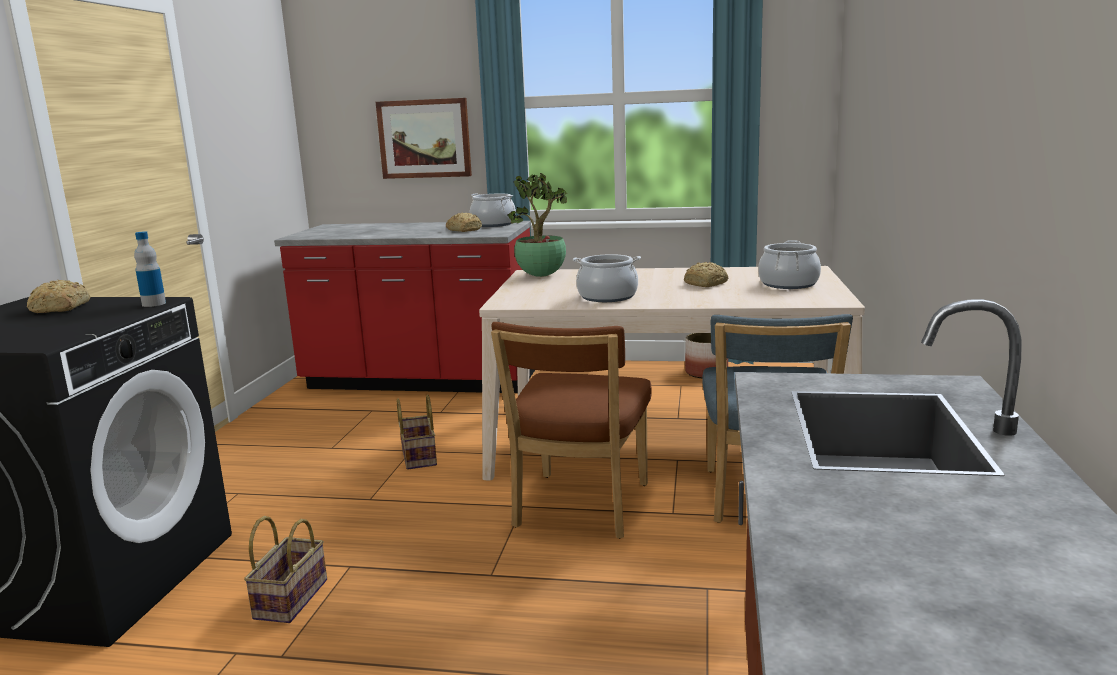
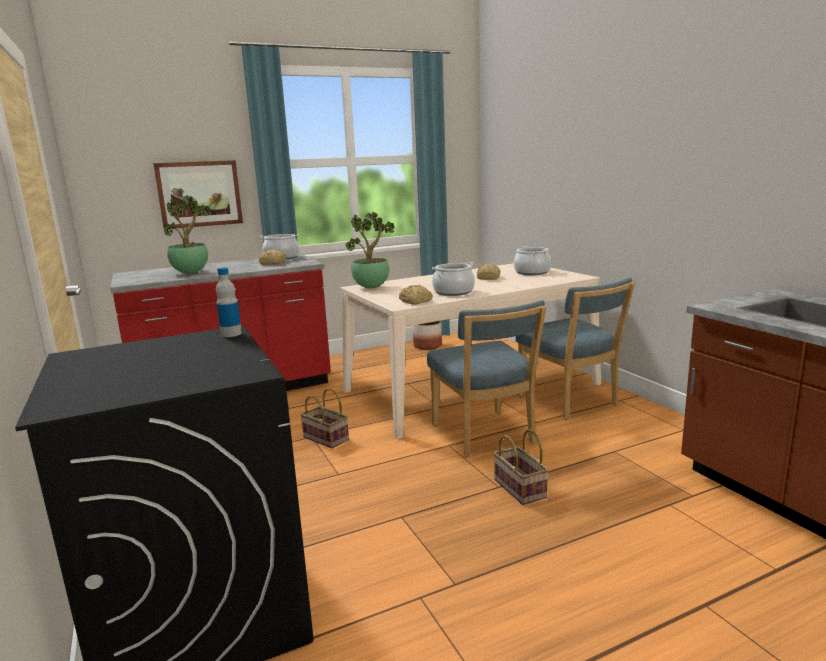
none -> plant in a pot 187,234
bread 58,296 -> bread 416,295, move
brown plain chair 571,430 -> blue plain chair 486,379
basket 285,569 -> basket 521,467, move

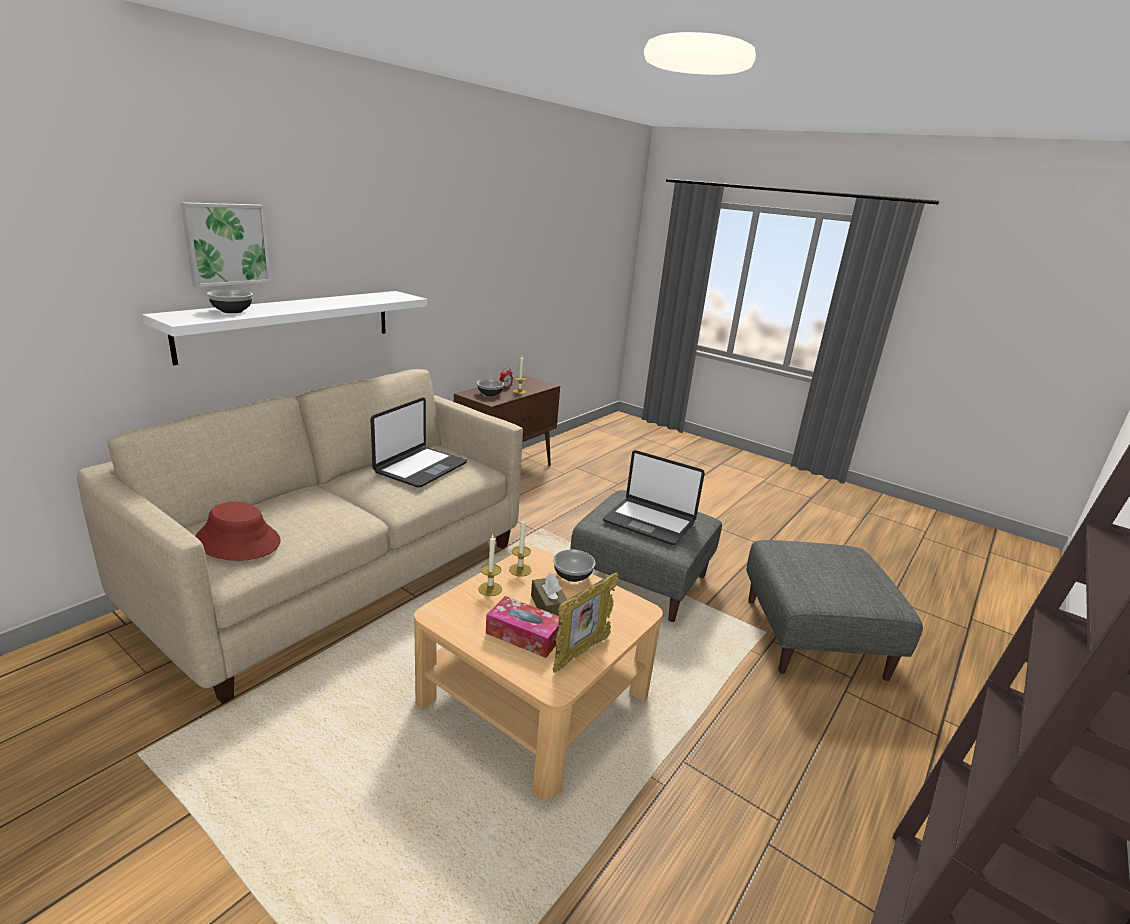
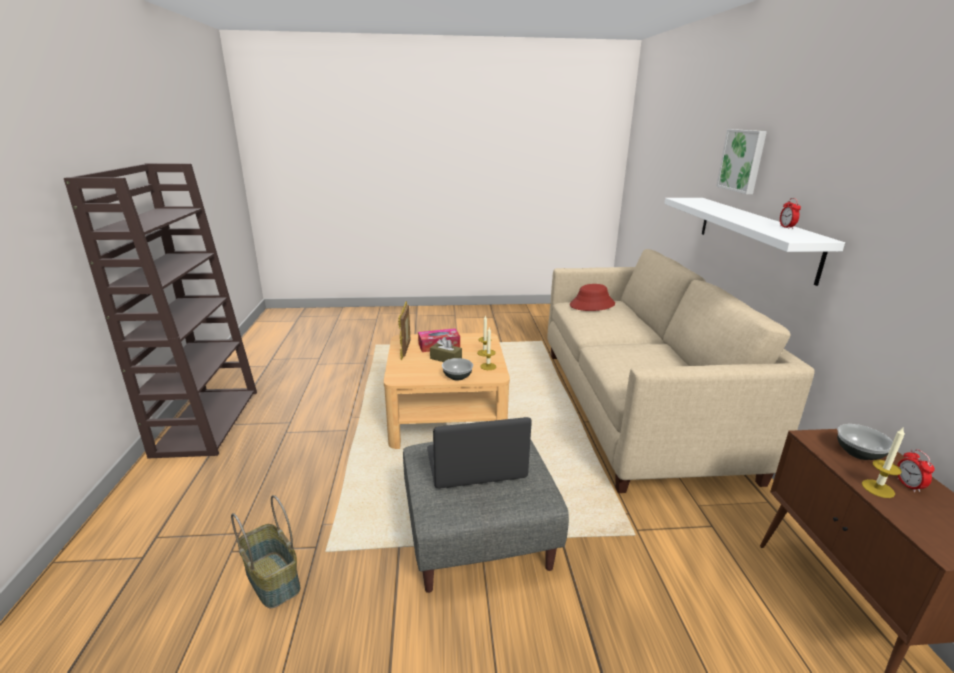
gray ottoman 834,610 -> basket 266,551
none -> table clock 790,213
serving bowl 230,301 -> none
notebook computer 418,442 -> none

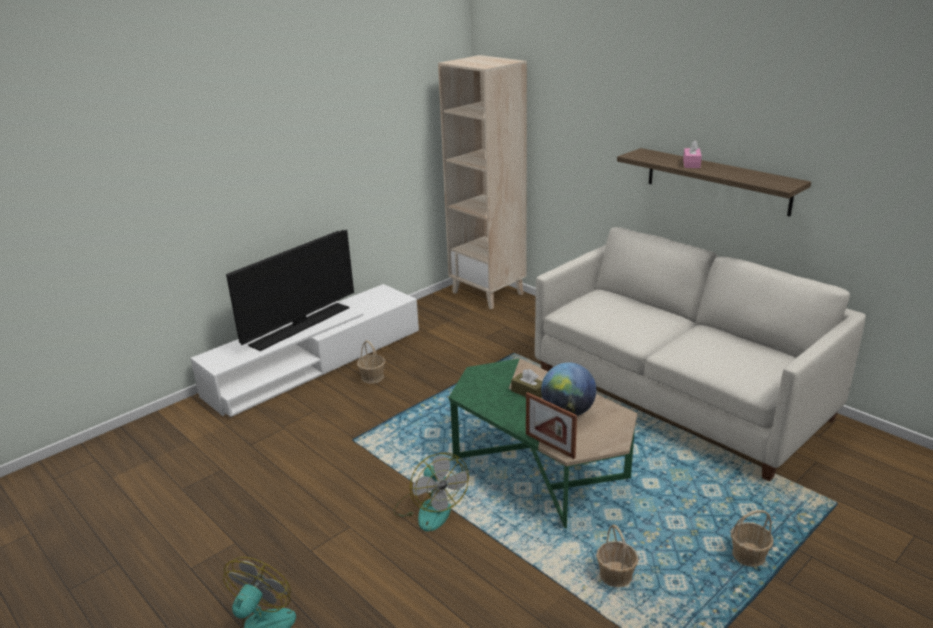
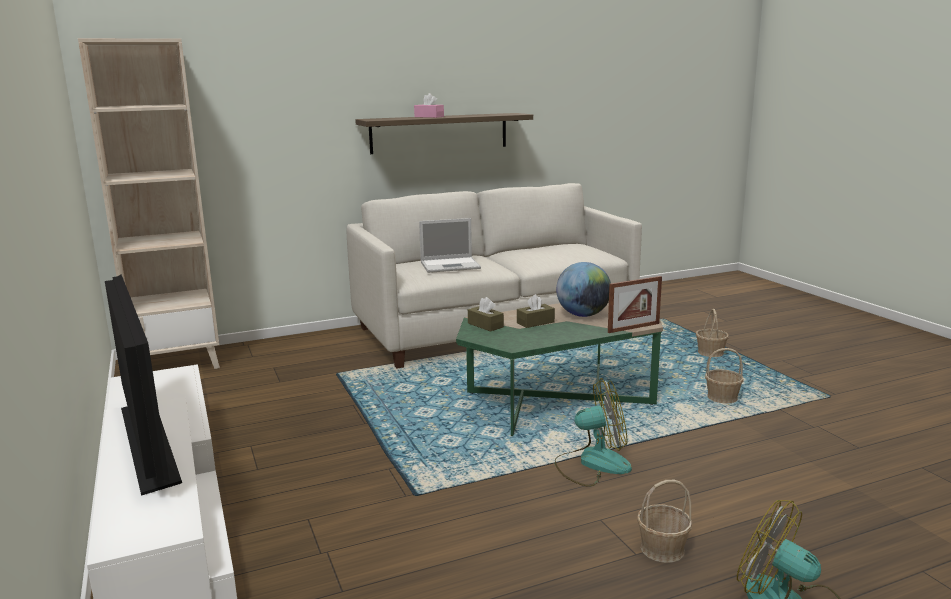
none -> notebook computer 450,245
none -> brown tissue holder 486,314
basket 371,362 -> basket 664,521, move

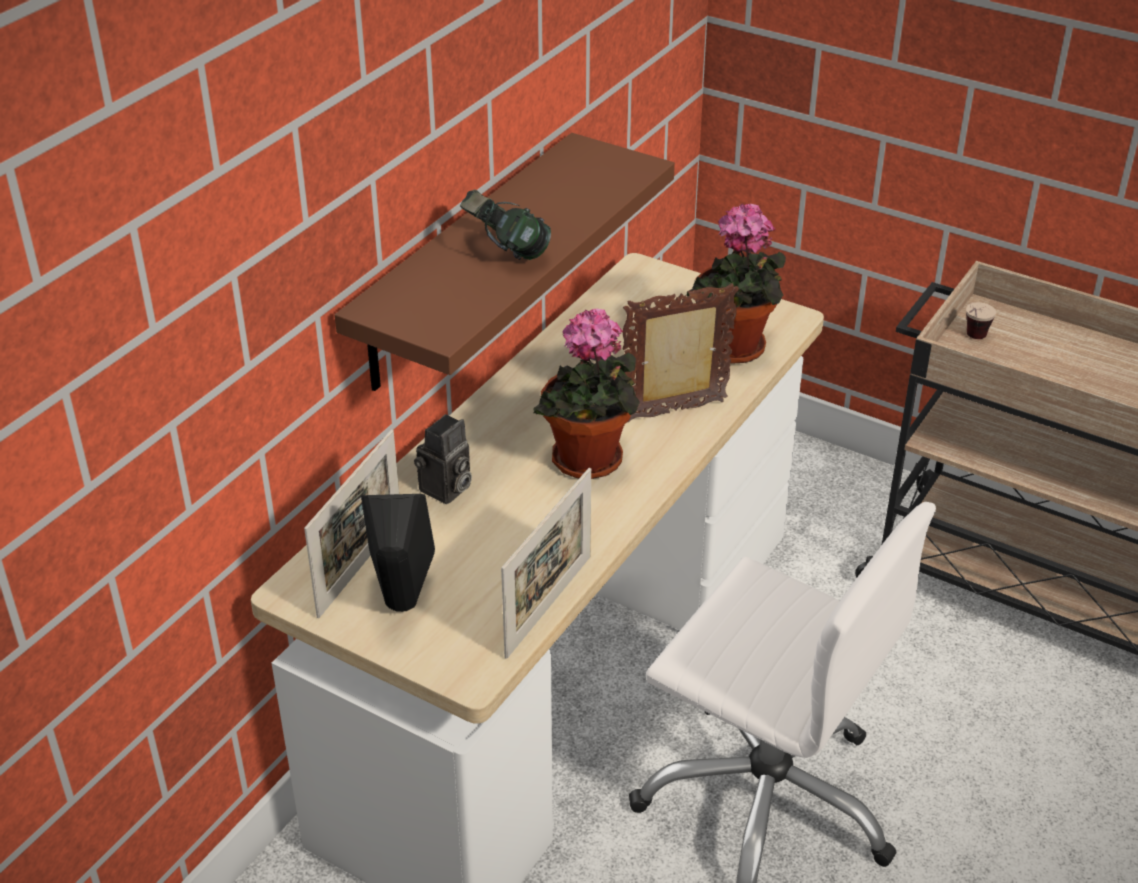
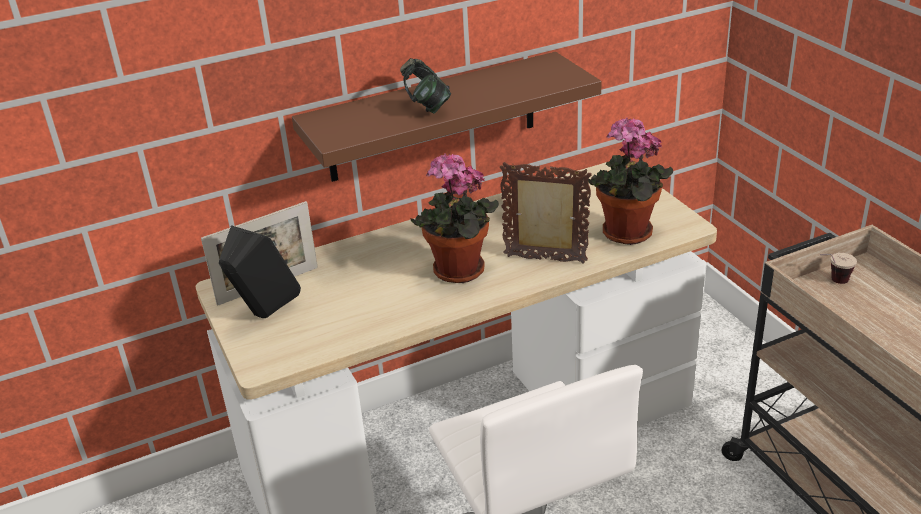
still camera 443,459 -> none
standing frame 546,563 -> none

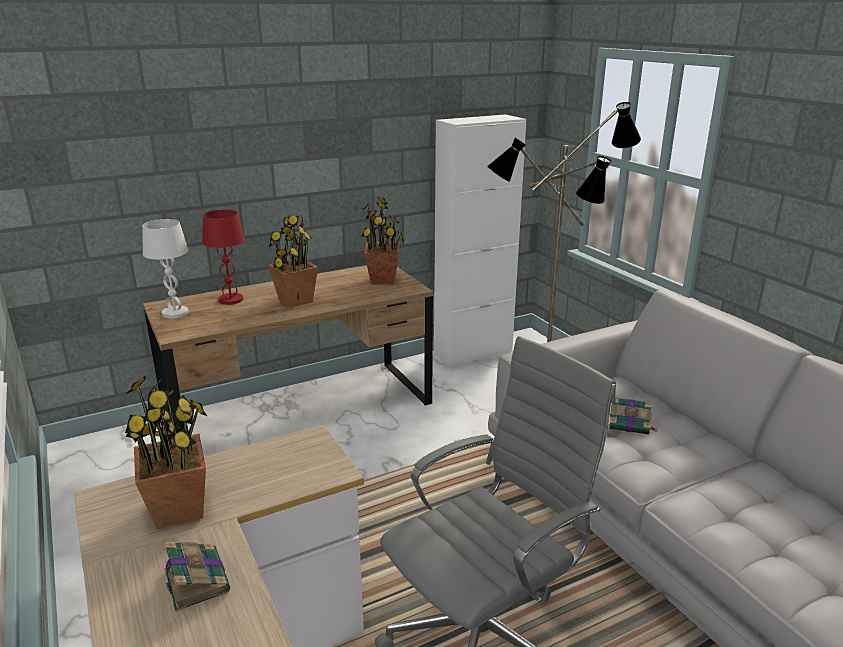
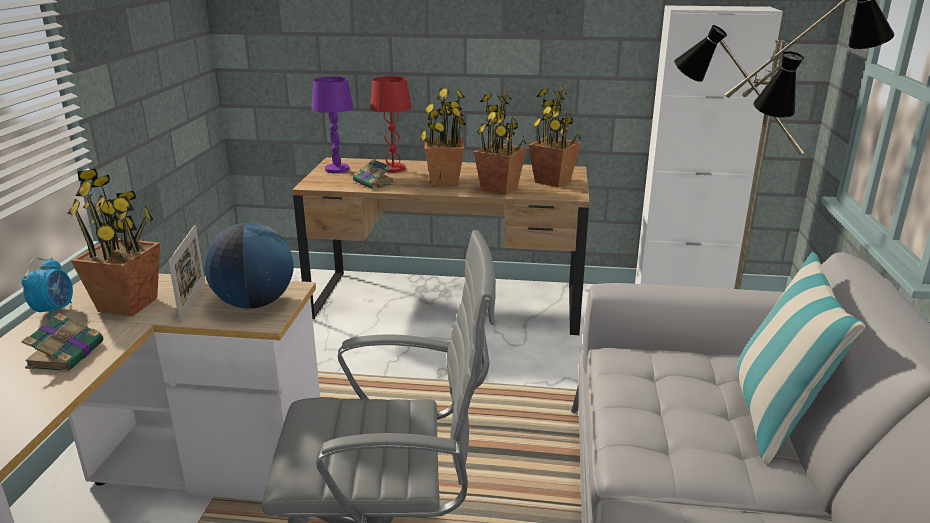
none -> table clock 47,289
none -> standing frame 186,273
none -> globe 249,266
whitish lamp for a table 165,269 -> purple lamp for a table 333,125
bound book 633,416 -> bound book 374,174, move
none -> plant in a pot 500,142
none -> cushion 801,358

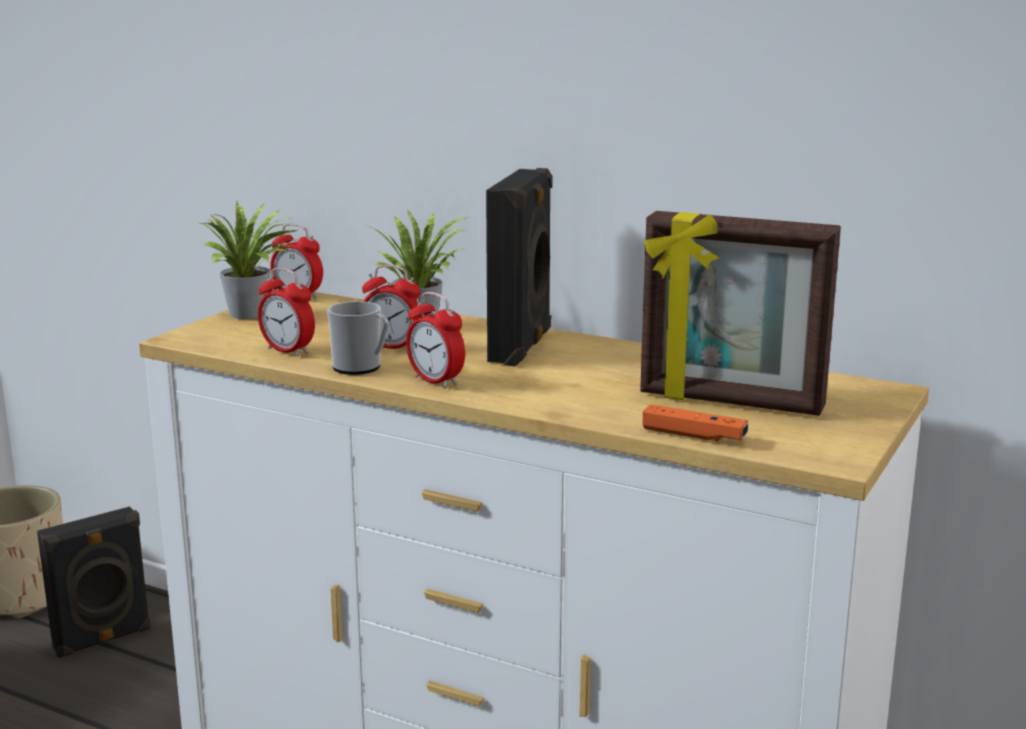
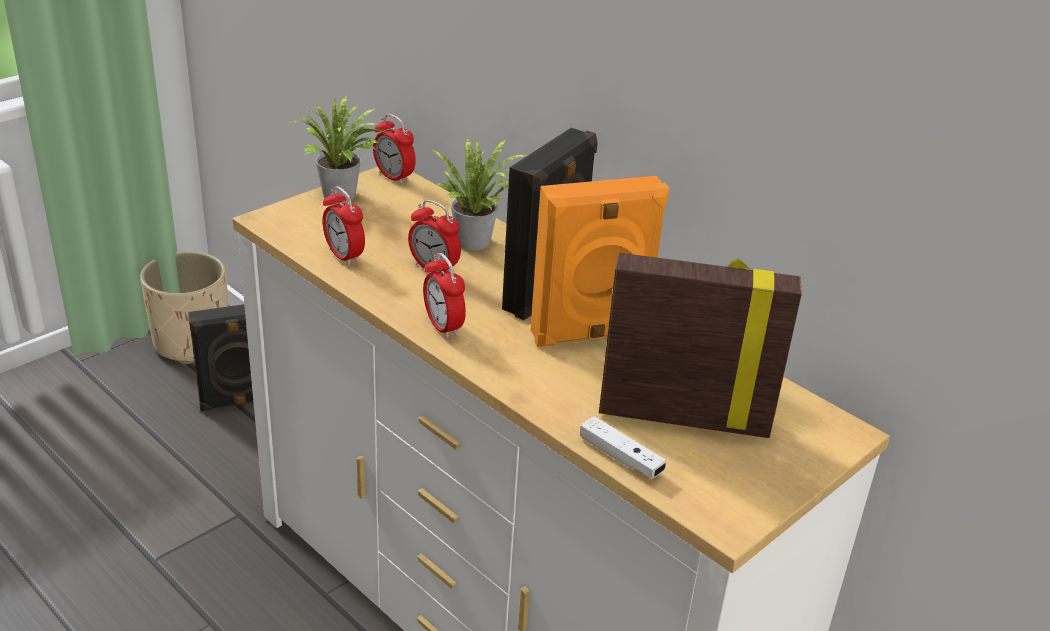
none -> orange-coloured speaker 600,261
orange-coloured game controller 695,423 -> whitish game controller 623,447
standing frame 740,313 -> standing frame 700,345, 150 degrees clockwise
mug 358,338 -> none

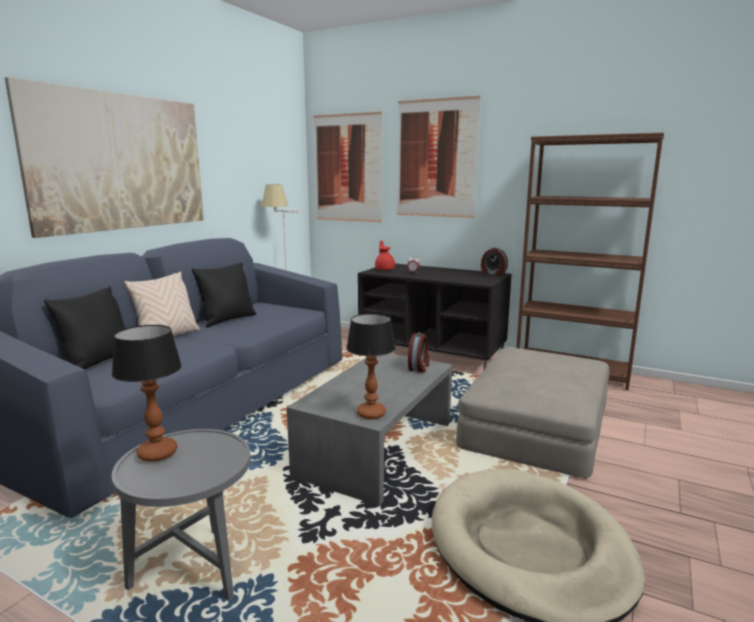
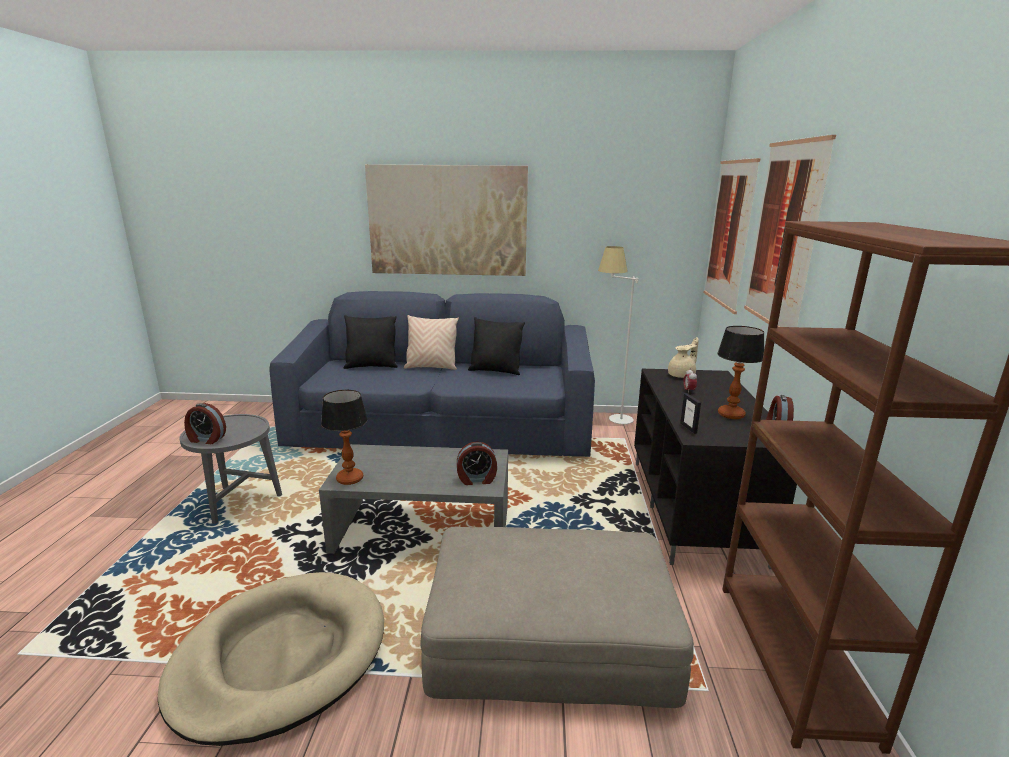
none -> table clock 205,423
reddish pot for tea 385,255 -> beige-coloured pot for tea 683,357
none -> standing frame 690,413
lamp for a table 147,393 -> lamp for a table 740,372, move

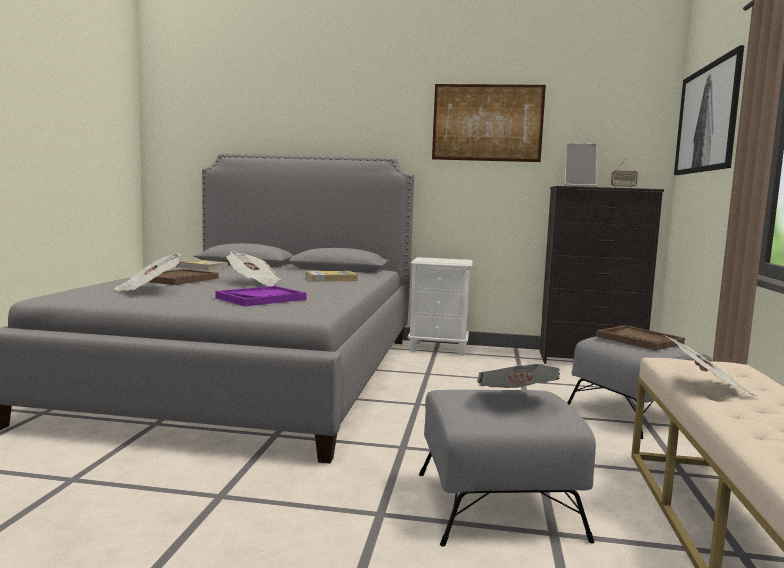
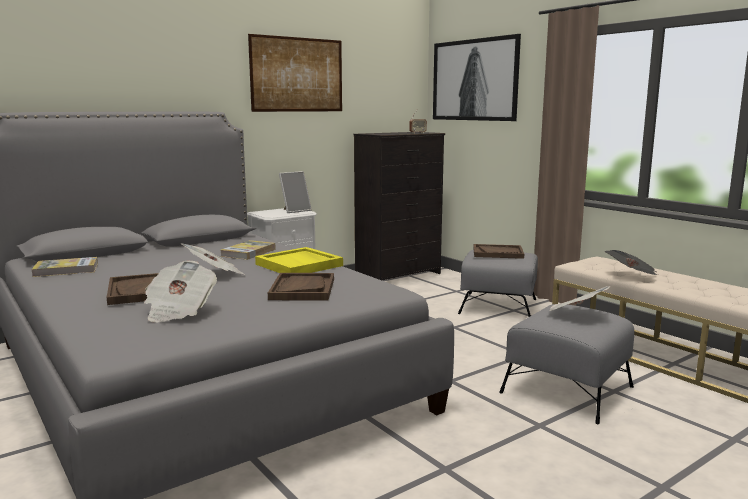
none -> yellow serving tray 299,260
purple serving tray 260,296 -> brown serving tray 301,287
standing frame 580,165 -> standing frame 295,192, move

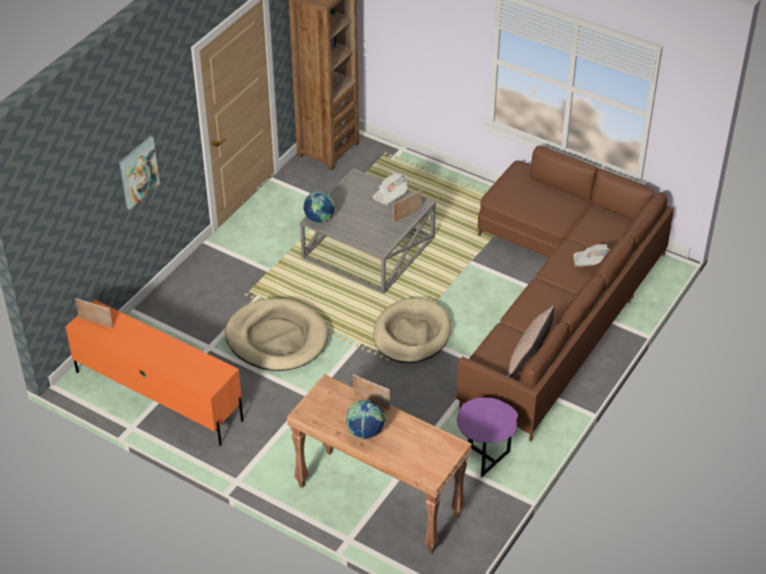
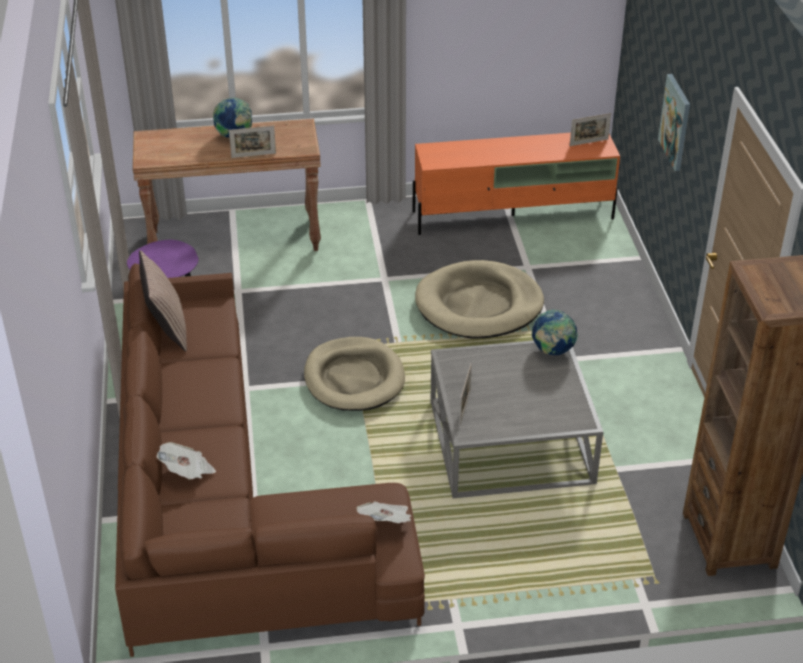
daily paper 390,189 -> daily paper 383,512, move

